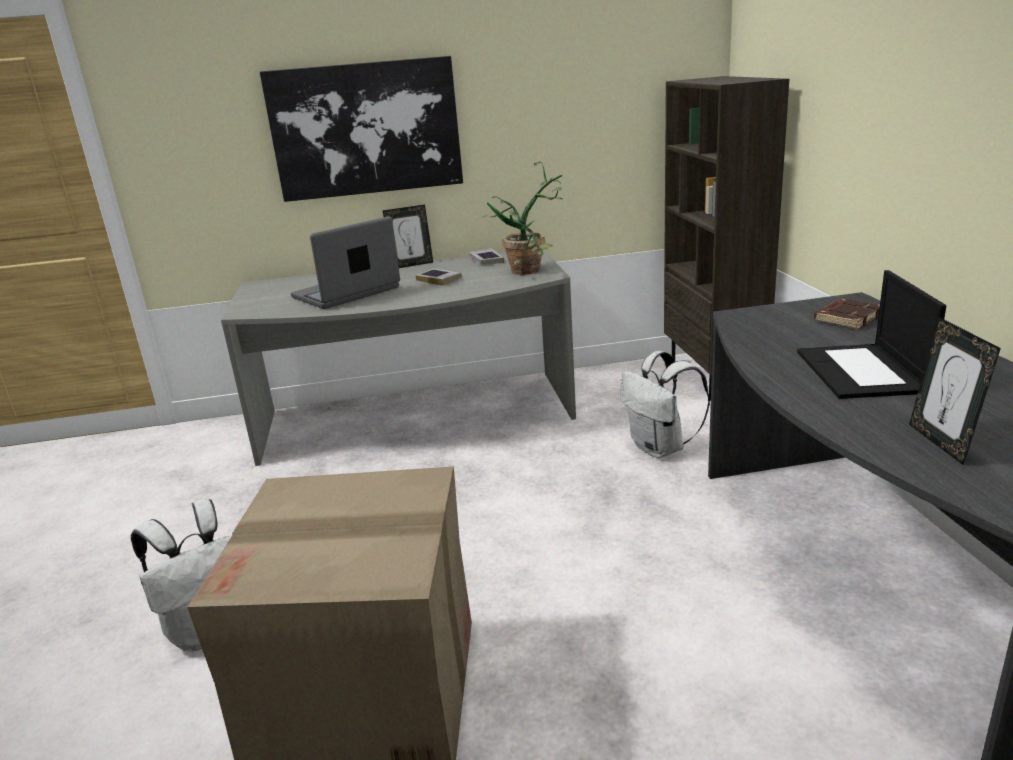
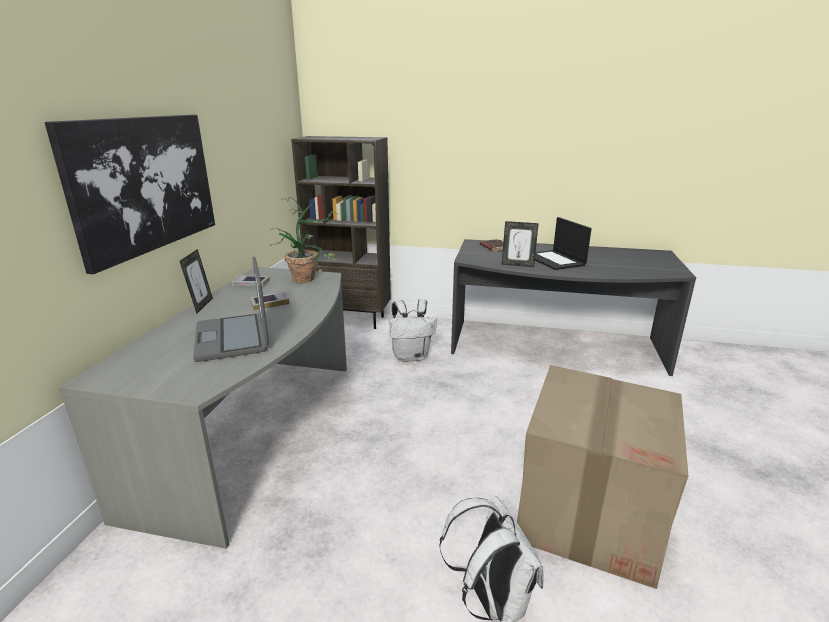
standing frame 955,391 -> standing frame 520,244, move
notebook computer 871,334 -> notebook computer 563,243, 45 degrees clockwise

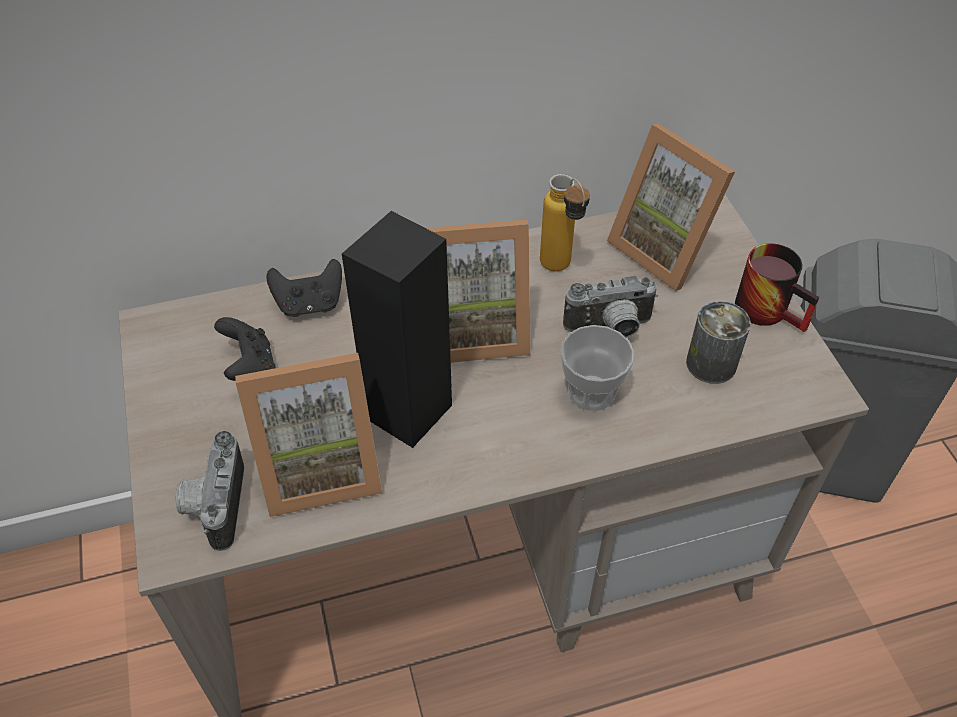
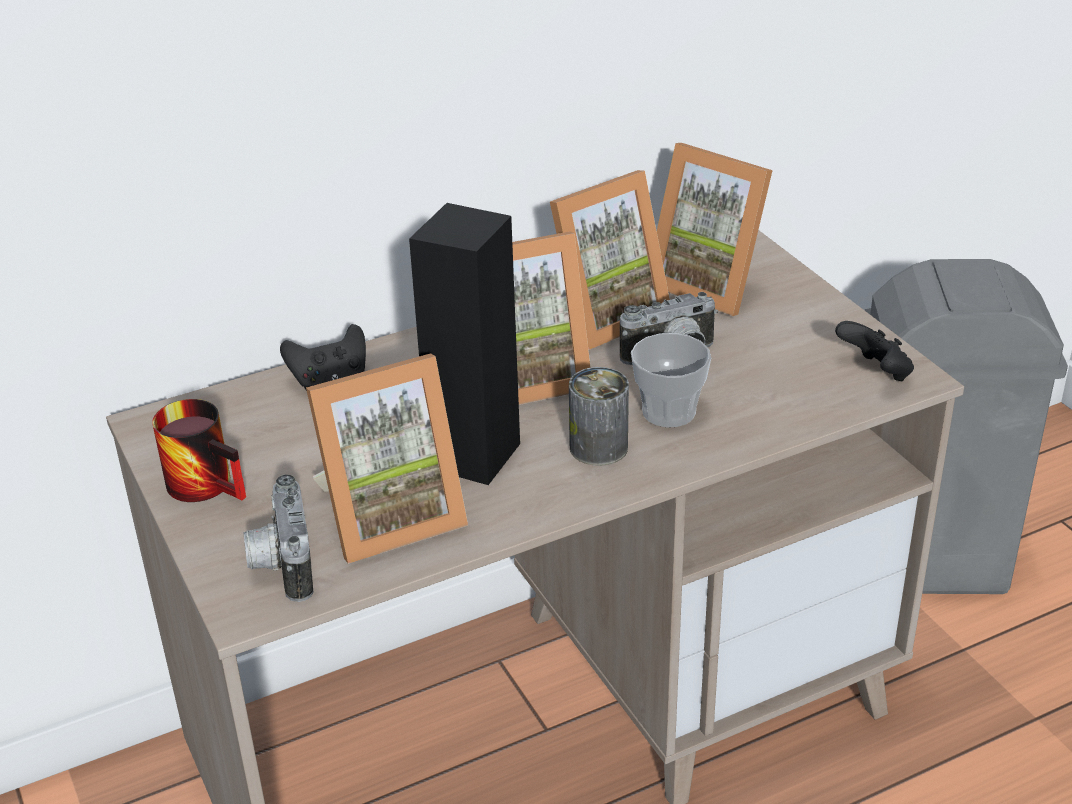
mug 777,287 -> mug 199,450, move
drink bottle 565,222 -> standing frame 610,260
metal can 718,342 -> metal can 599,416, move
black game controller 245,349 -> black game controller 874,351, move

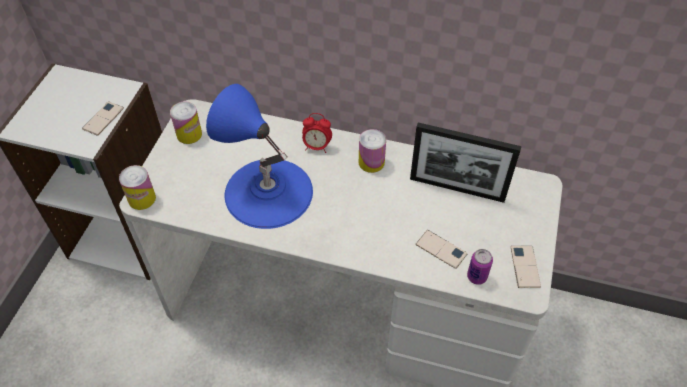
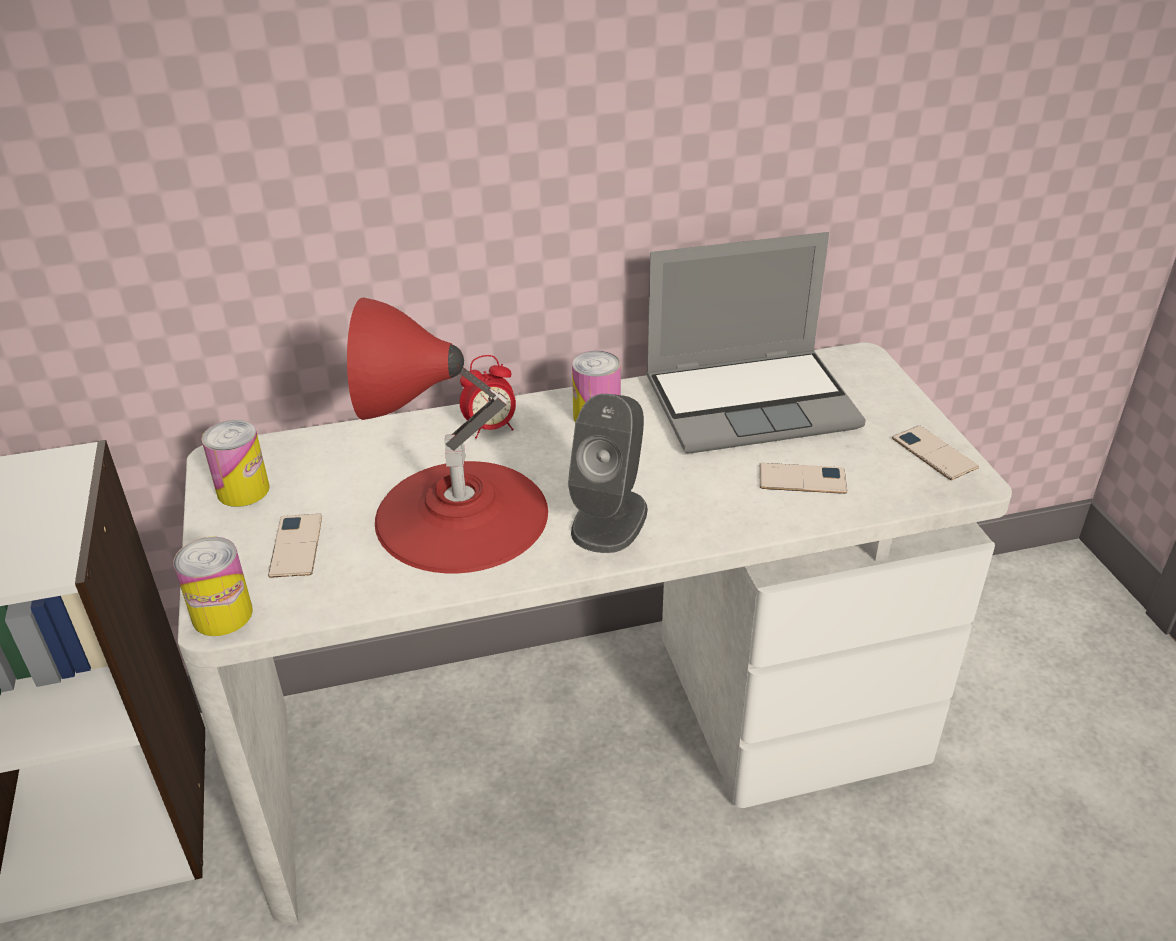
handset 103,118 -> handset 295,546, move
blue lamp for a table 259,156 -> reddish lamp for a table 447,435
none -> gray speaker 608,473
standing frame 465,162 -> notebook computer 756,343
metal can 480,267 -> none

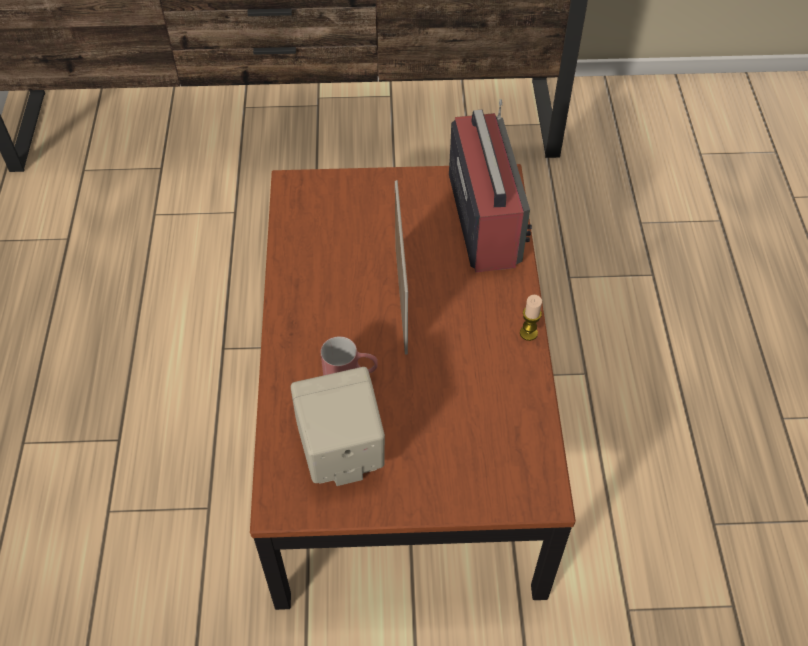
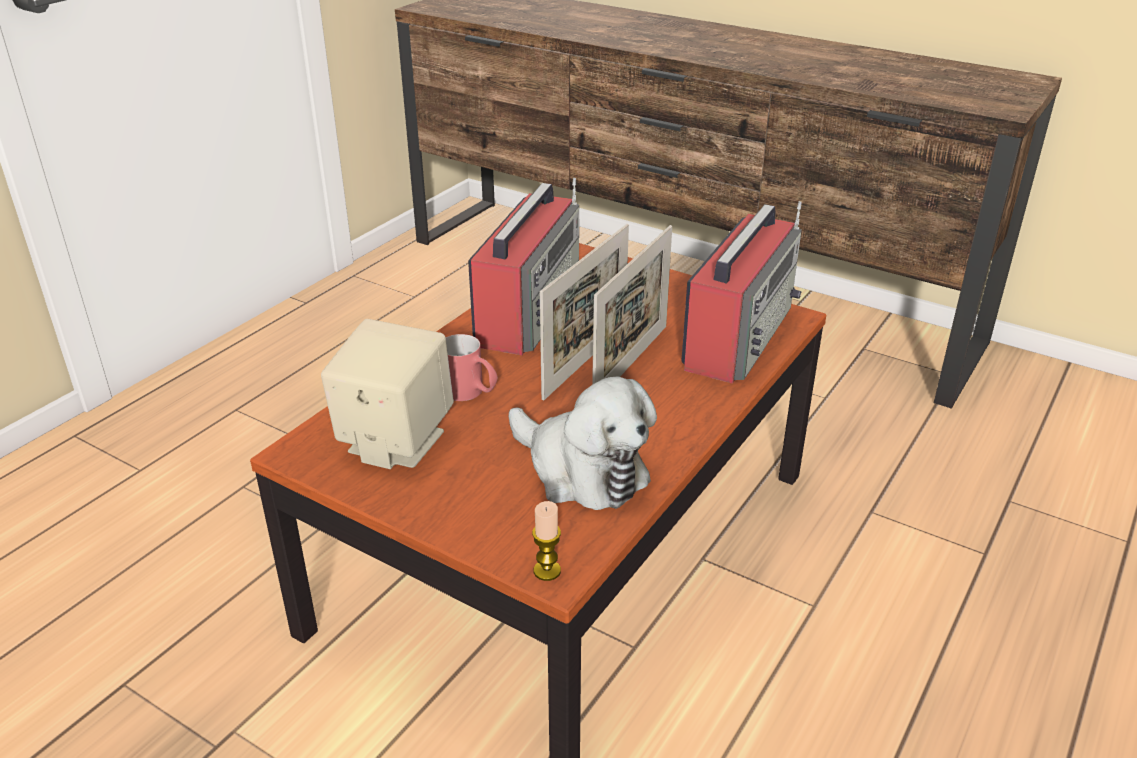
none -> radio set 523,266
none -> plush toy 583,443
candle 531,318 -> candle 546,541, move
none -> standing frame 632,305

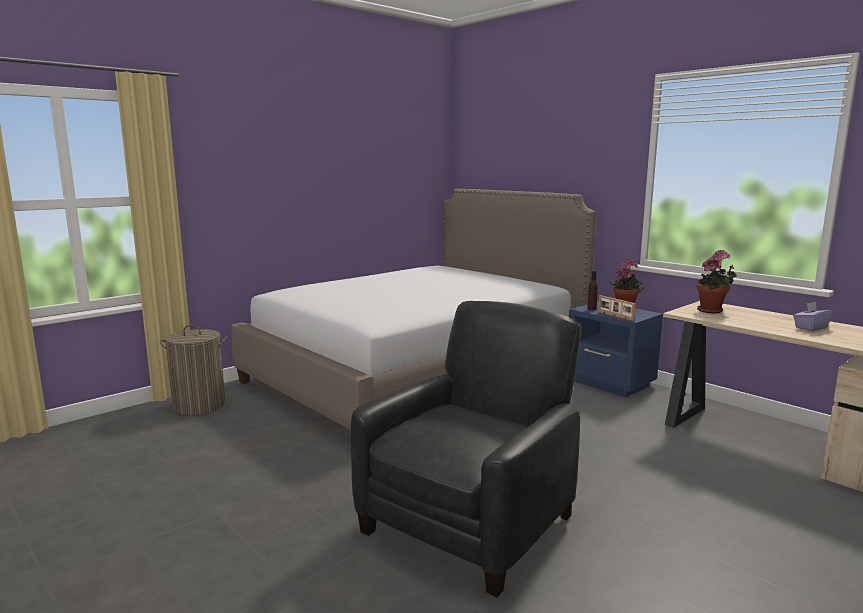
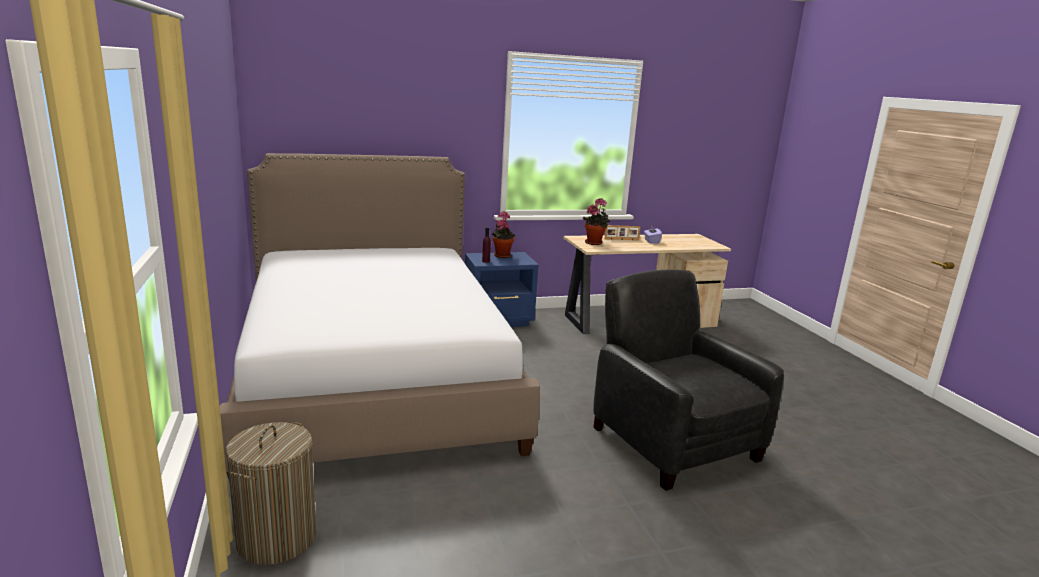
standing frame 616,308 -> standing frame 623,232, move

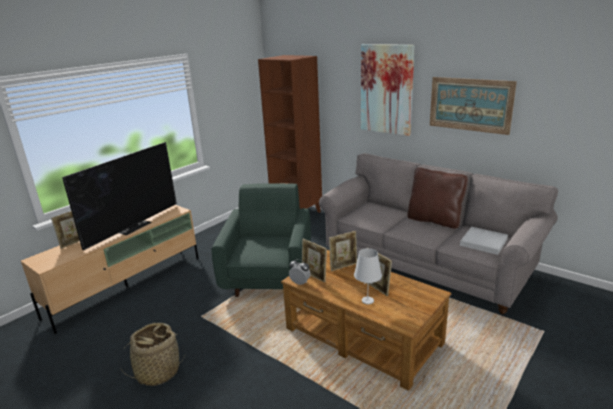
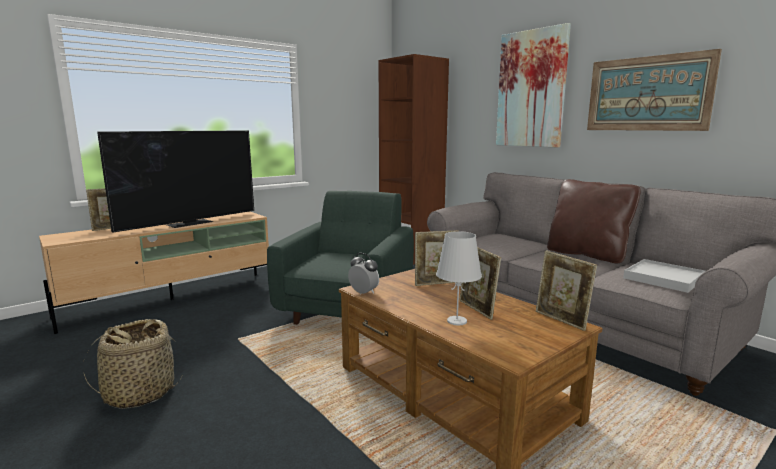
standing frame 314,261 -> standing frame 566,290, move

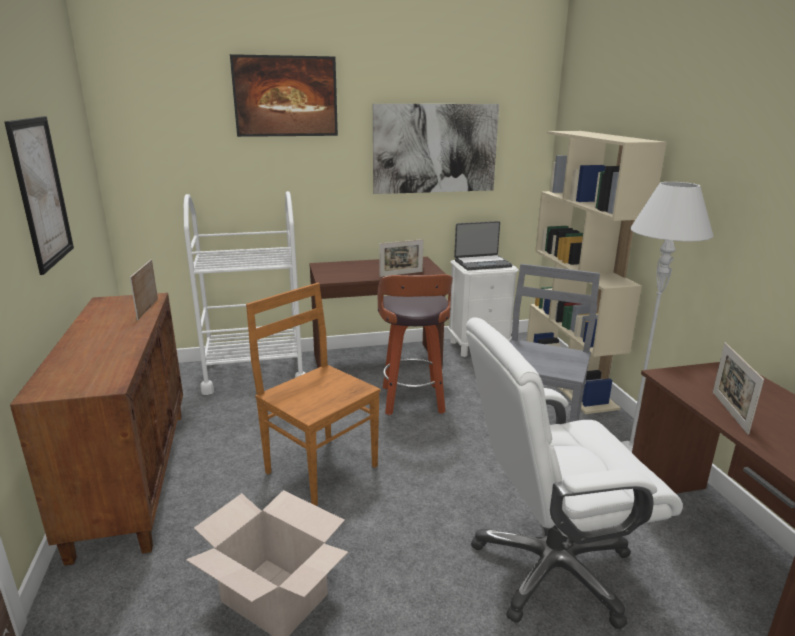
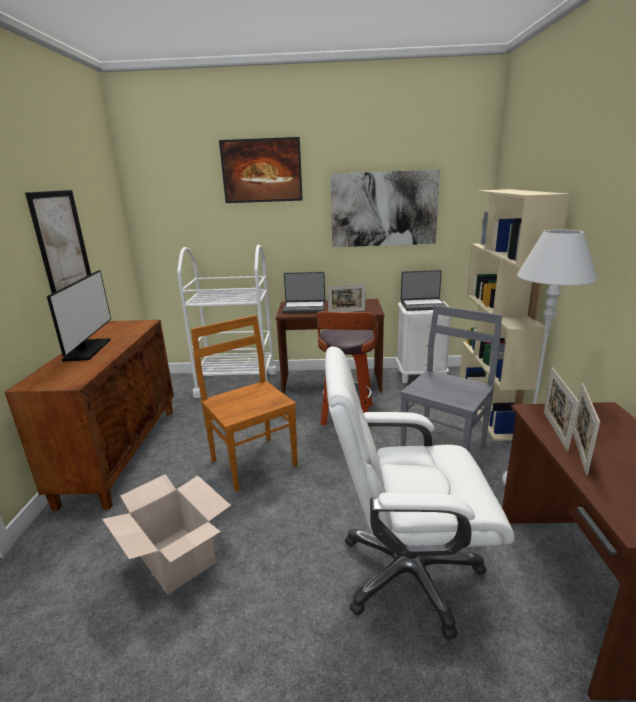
none -> computer screen 79,316
none -> notebook computer 303,292
standing frame 144,290 -> standing frame 561,409, move

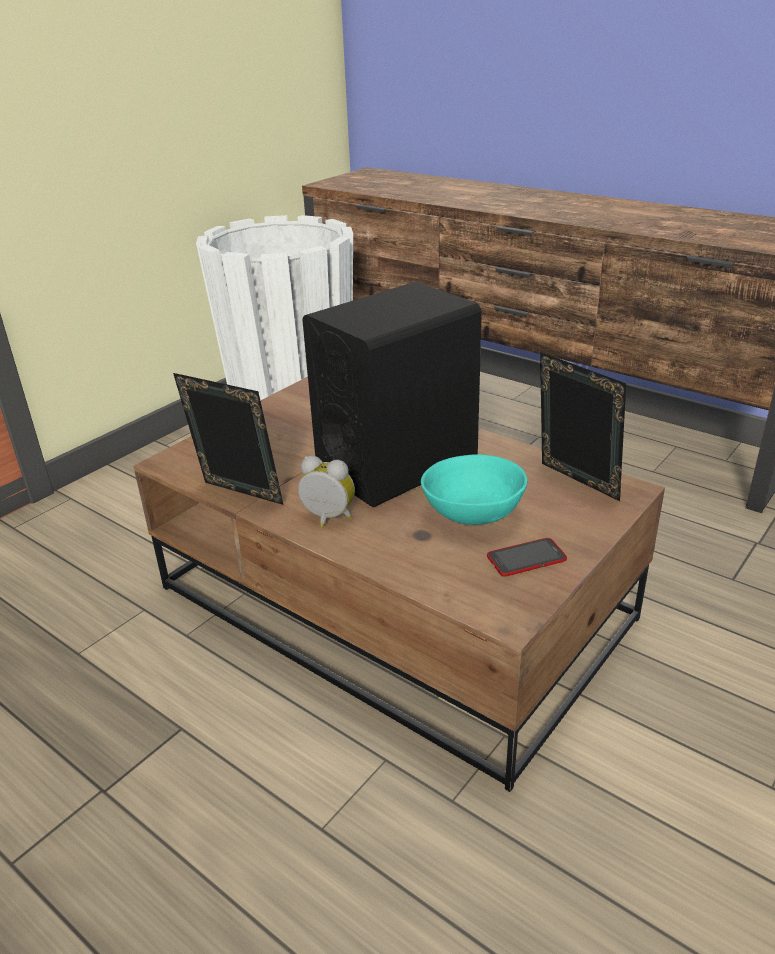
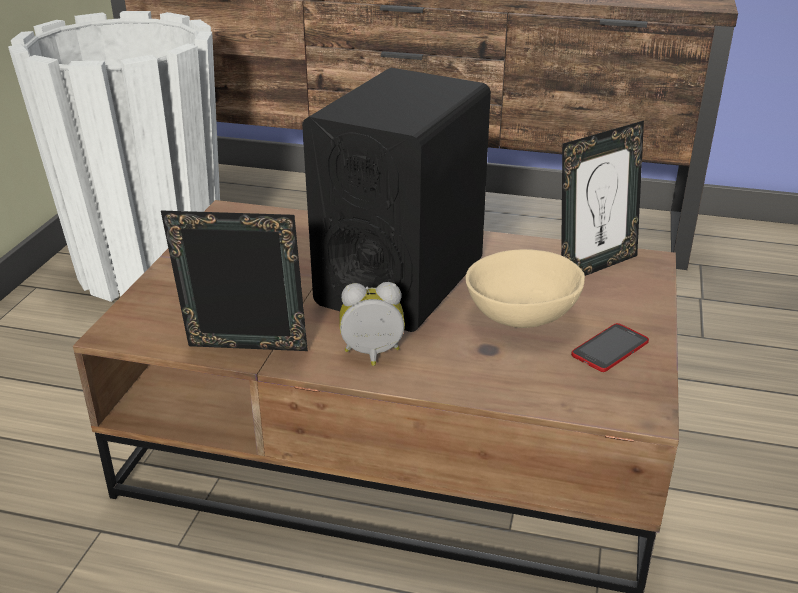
turquoise-coloured serving bowl 474,489 -> beige-coloured serving bowl 525,288
standing frame 583,426 -> standing frame 602,198, 120 degrees clockwise

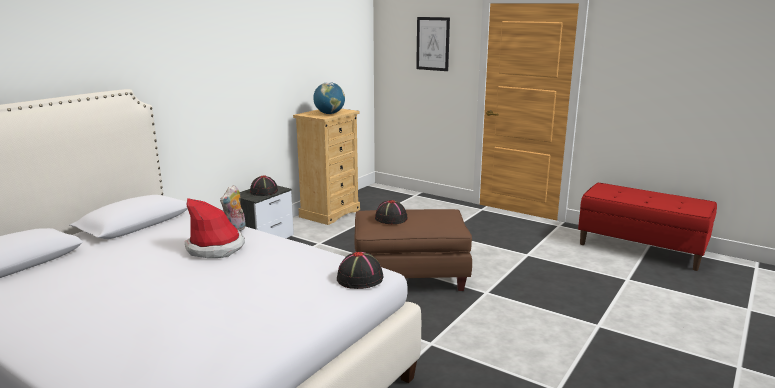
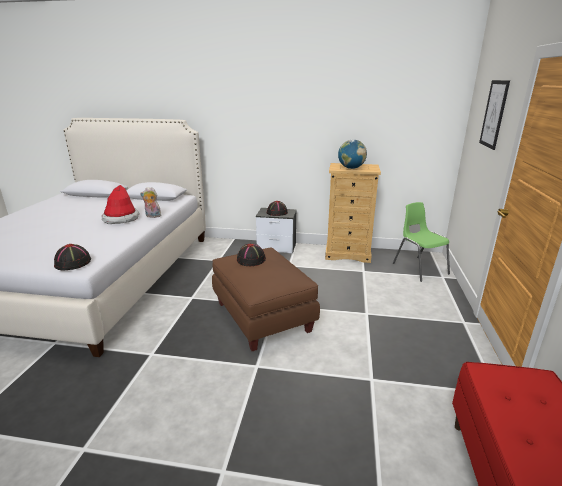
none -> greenish plain chair 421,242

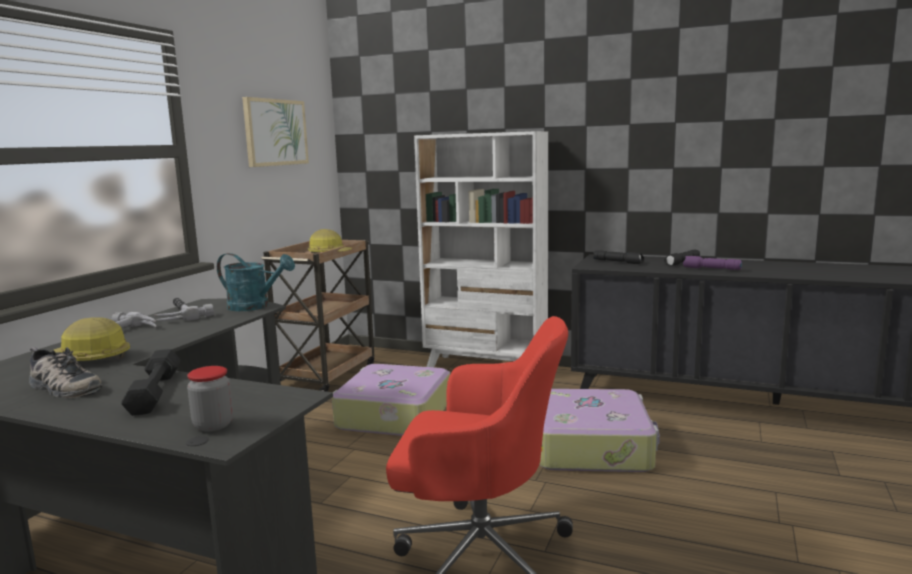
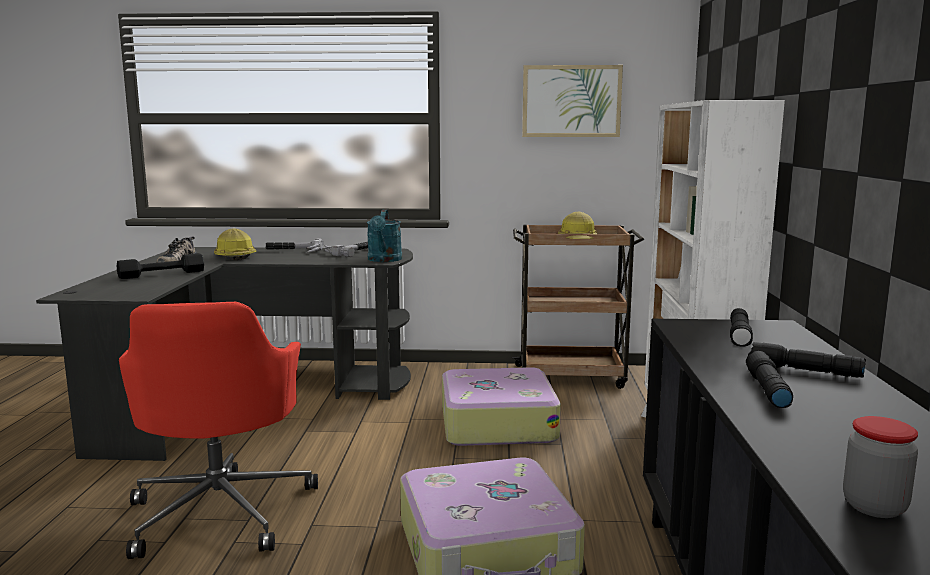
purple flashlight 712,263 -> black flashlight 769,379
storage jar 210,398 -> storage jar 880,467, move

